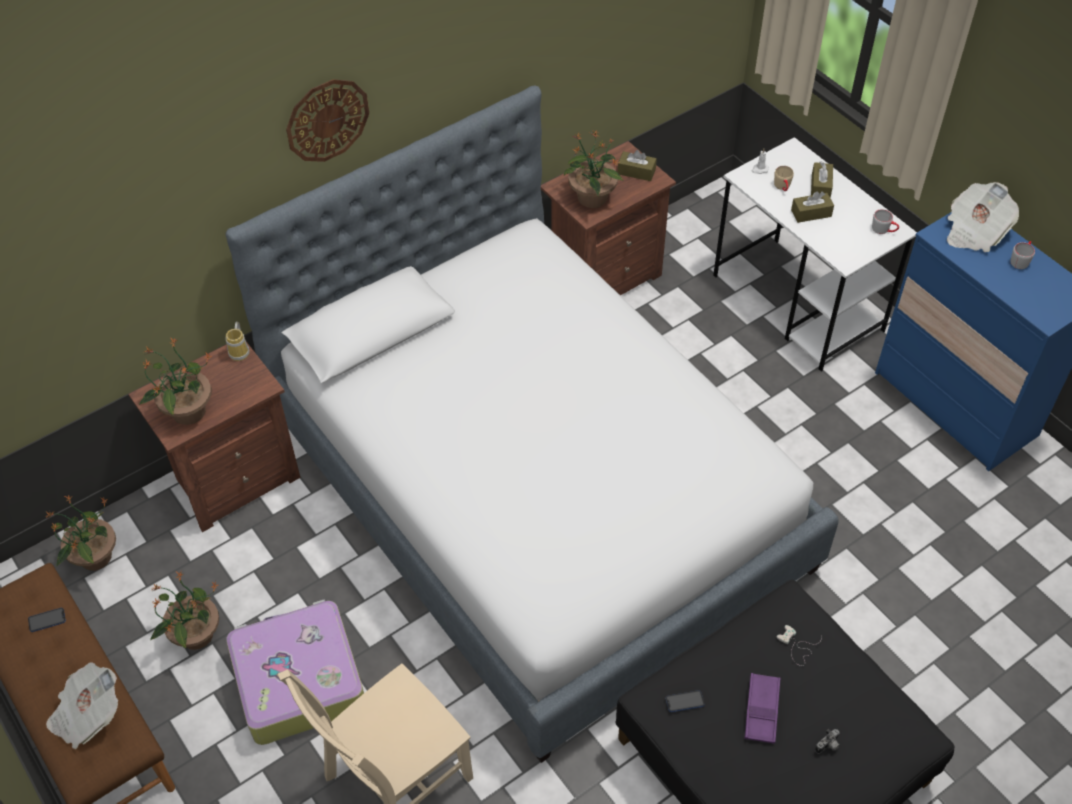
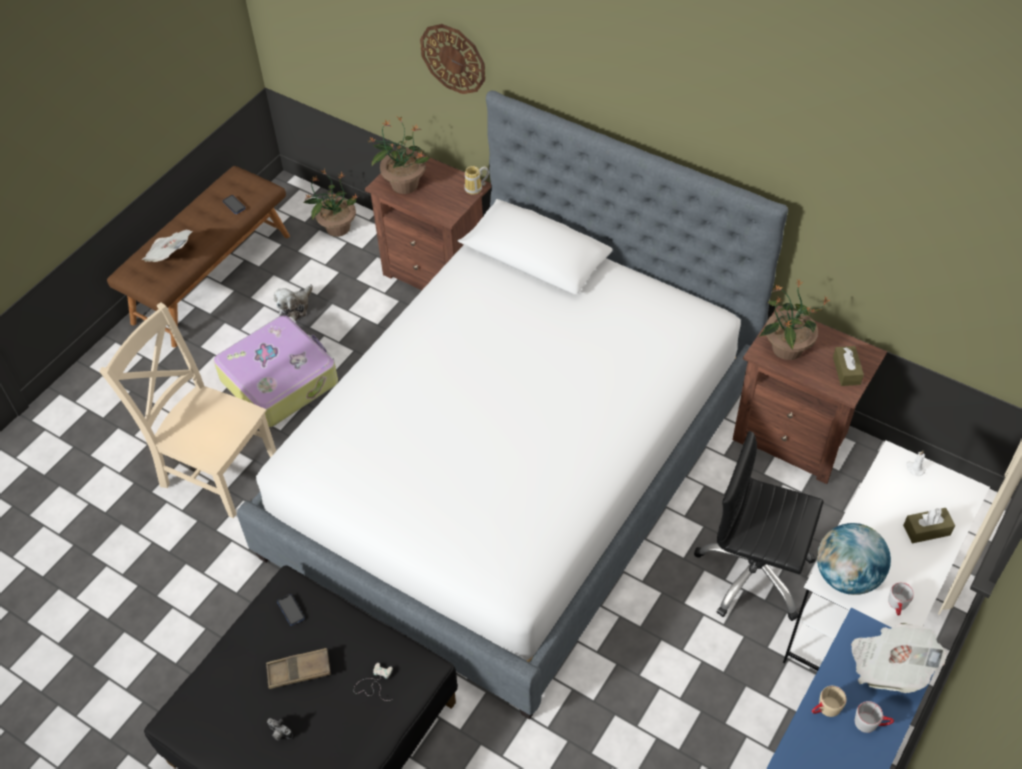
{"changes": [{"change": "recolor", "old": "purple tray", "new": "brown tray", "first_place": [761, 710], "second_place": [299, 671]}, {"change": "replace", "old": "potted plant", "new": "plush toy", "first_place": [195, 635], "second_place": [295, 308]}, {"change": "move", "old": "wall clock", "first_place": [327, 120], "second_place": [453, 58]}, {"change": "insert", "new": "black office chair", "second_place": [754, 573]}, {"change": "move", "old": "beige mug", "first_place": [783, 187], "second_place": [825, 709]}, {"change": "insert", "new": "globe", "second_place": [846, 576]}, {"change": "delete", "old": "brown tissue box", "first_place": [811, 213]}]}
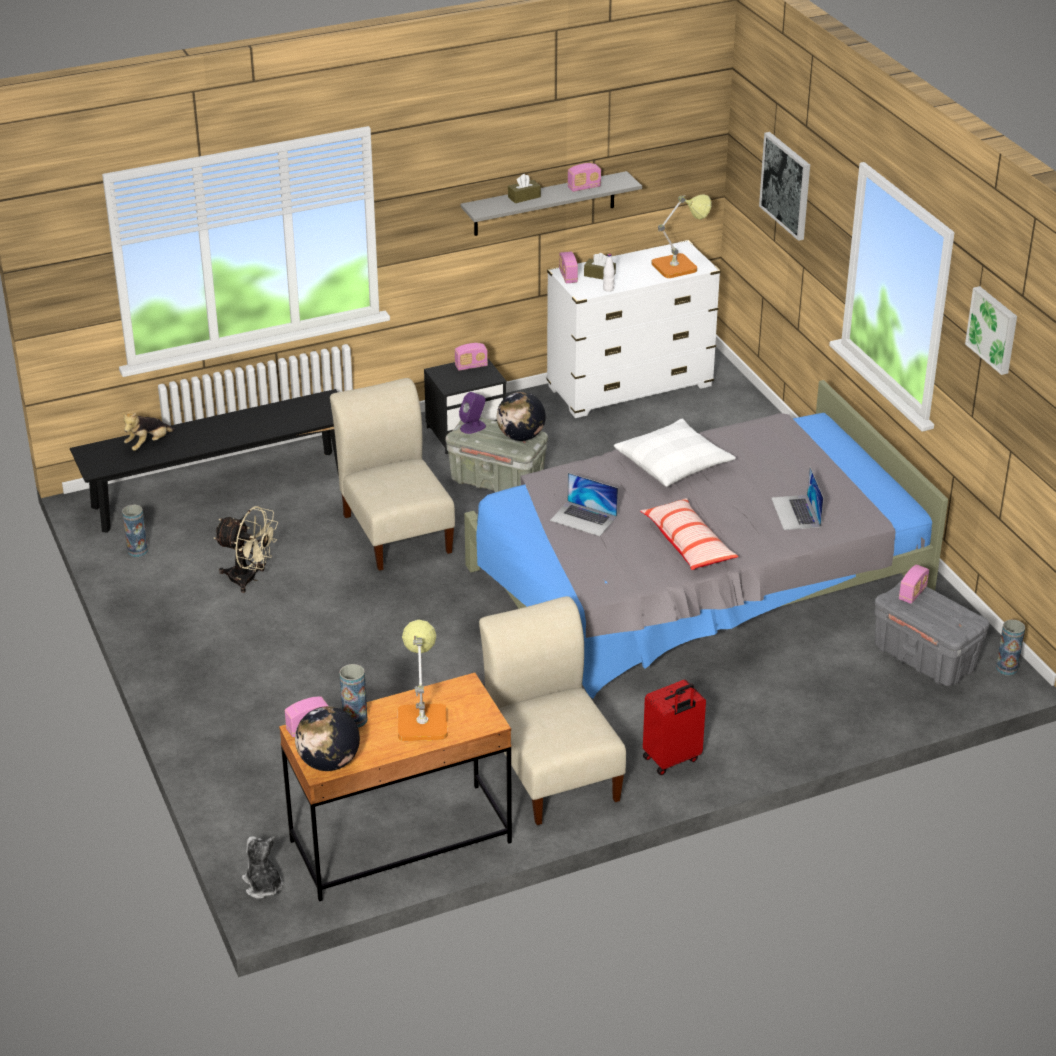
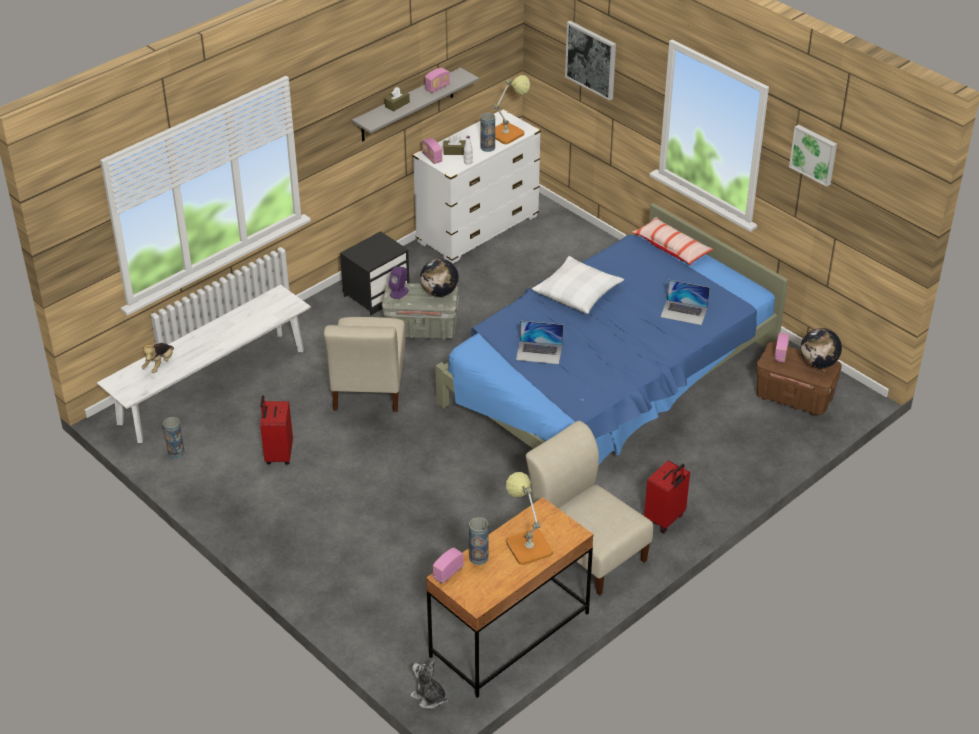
{"changes": [{"change": "recolor", "old": "black bench", "new": "white bench", "first_place": [220, 490], "second_place": [212, 386]}, {"change": "replace", "old": "beige fan", "new": "red suitcase", "first_place": [249, 579], "second_place": [278, 454]}, {"change": "rotate", "old": "beige chair", "first_place": [396, 530], "second_place": [368, 387], "degrees": -135}, {"change": "recolor", "old": "grey bed", "new": "blue bed", "first_place": [693, 584], "second_place": [608, 379]}, {"change": "move", "old": "vase", "first_place": [1006, 668], "second_place": [487, 147]}, {"change": "move", "old": "pillow", "first_place": [688, 544], "second_place": [672, 248]}, {"change": "rotate", "old": "laptop", "first_place": [796, 512], "second_place": [684, 312], "degrees": -45}, {"change": "recolor", "old": "grey storage box", "new": "brown storage box", "first_place": [924, 658], "second_place": [793, 397]}, {"change": "move", "old": "globe", "first_place": [328, 762], "second_place": [818, 363]}, {"change": "delete", "old": "radio", "first_place": [471, 366]}]}
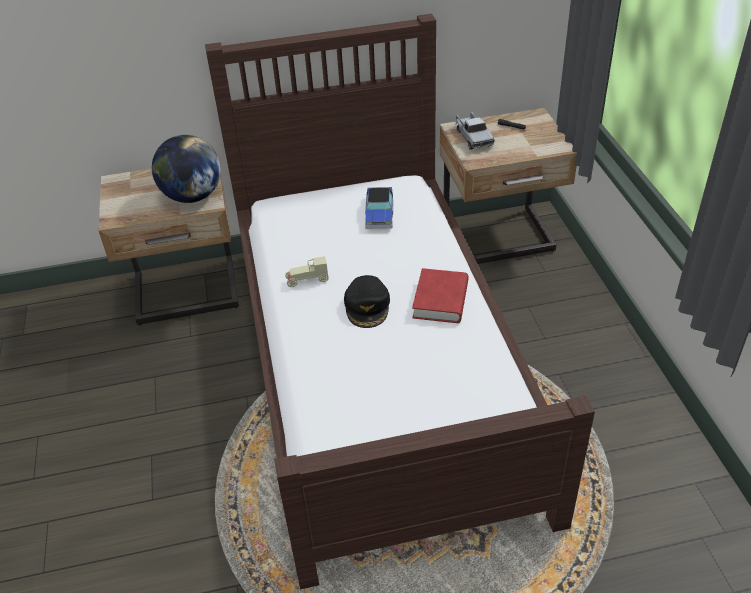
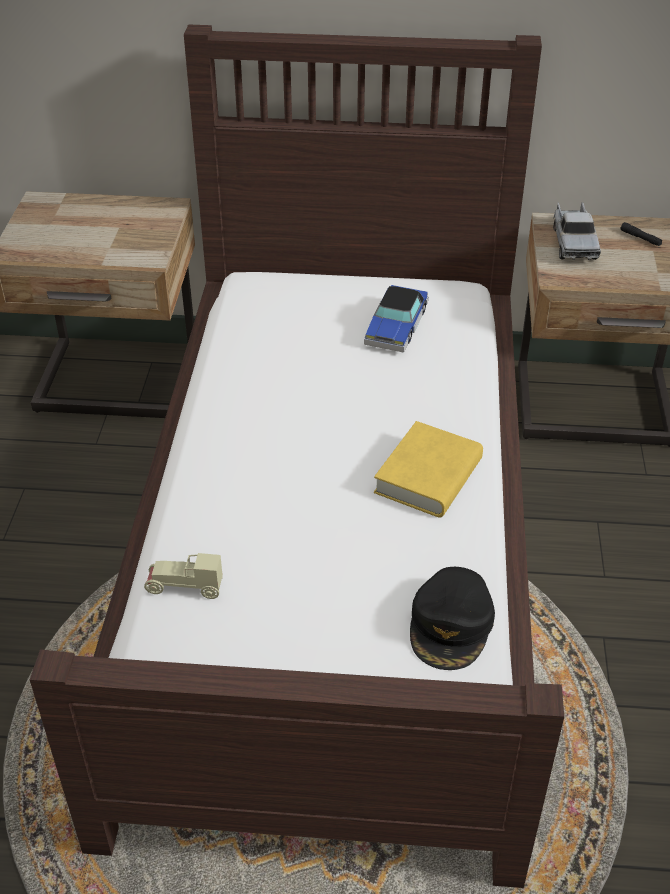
{"changes": [{"change": "move", "old": "beige toy car", "first_place": [307, 281], "second_place": [184, 588]}, {"change": "recolor", "old": "red book", "new": "yellow book", "first_place": [440, 300], "second_place": [428, 476]}, {"change": "move", "old": "black cap", "first_place": [367, 306], "second_place": [451, 625]}, {"change": "delete", "old": "globe", "first_place": [192, 196]}]}
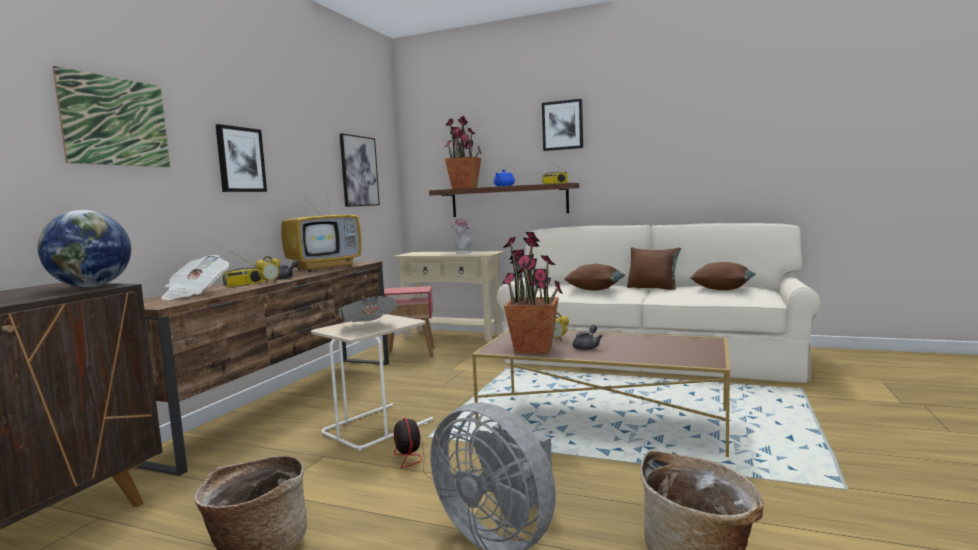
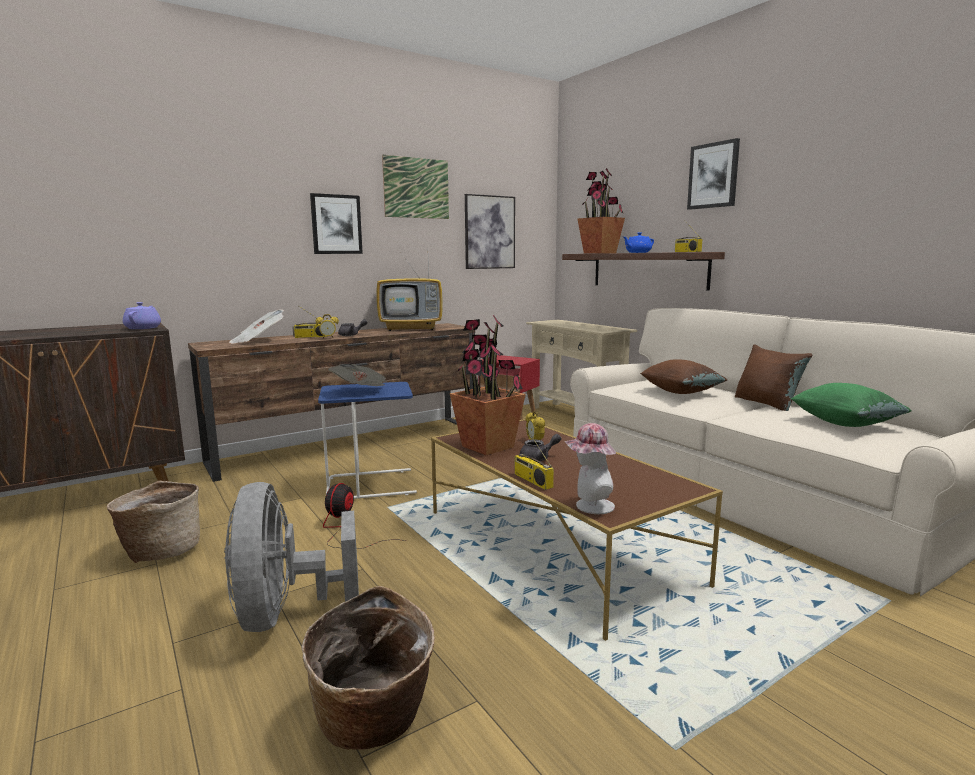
{"changes": [{"change": "replace", "old": "globe", "new": "purple teapot", "first_place": [91, 286], "second_place": [143, 328]}, {"change": "recolor", "old": "beige side table", "new": "blue side table", "first_place": [377, 426], "second_place": [372, 485]}, {"change": "move", "old": "picture", "first_place": [116, 121], "second_place": [416, 188]}, {"change": "insert", "new": "radio", "second_place": [531, 480]}, {"change": "move", "old": "hat", "first_place": [462, 253], "second_place": [590, 506]}, {"change": "recolor", "old": "brown pillow", "new": "green pillow", "first_place": [722, 289], "second_place": [845, 424]}]}
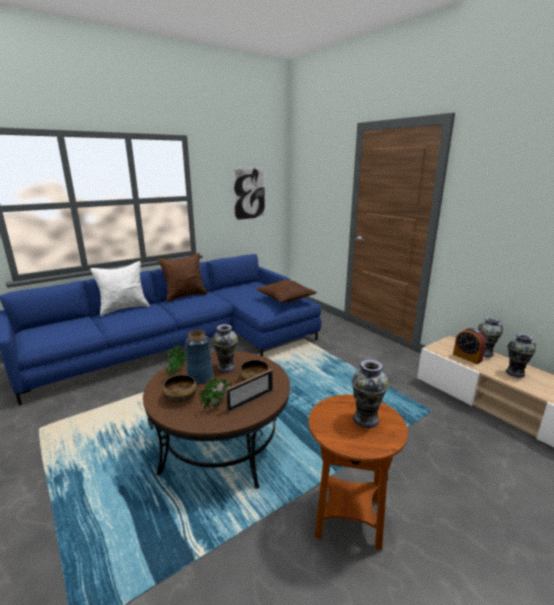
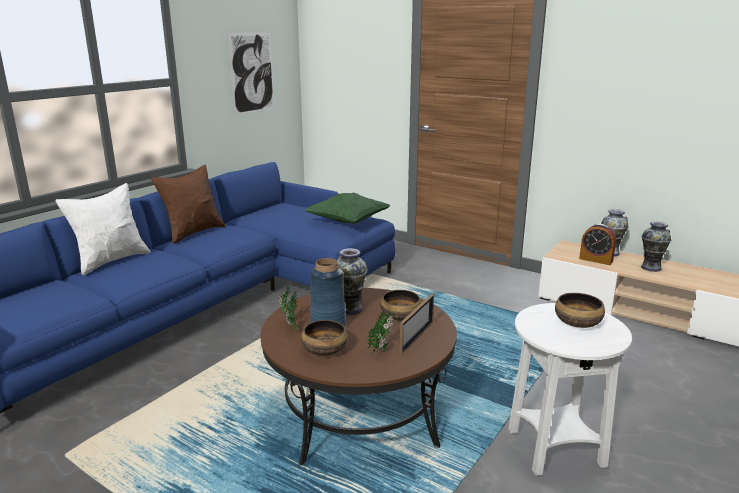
{"changes": [{"change": "recolor", "old": "brown pillow", "new": "green pillow", "first_place": [285, 300], "second_place": [347, 222]}, {"change": "recolor", "old": "brown side table", "new": "white side table", "first_place": [348, 517], "second_place": [555, 448]}, {"change": "replace", "old": "vase", "new": "bowl", "first_place": [365, 419], "second_place": [577, 323]}]}
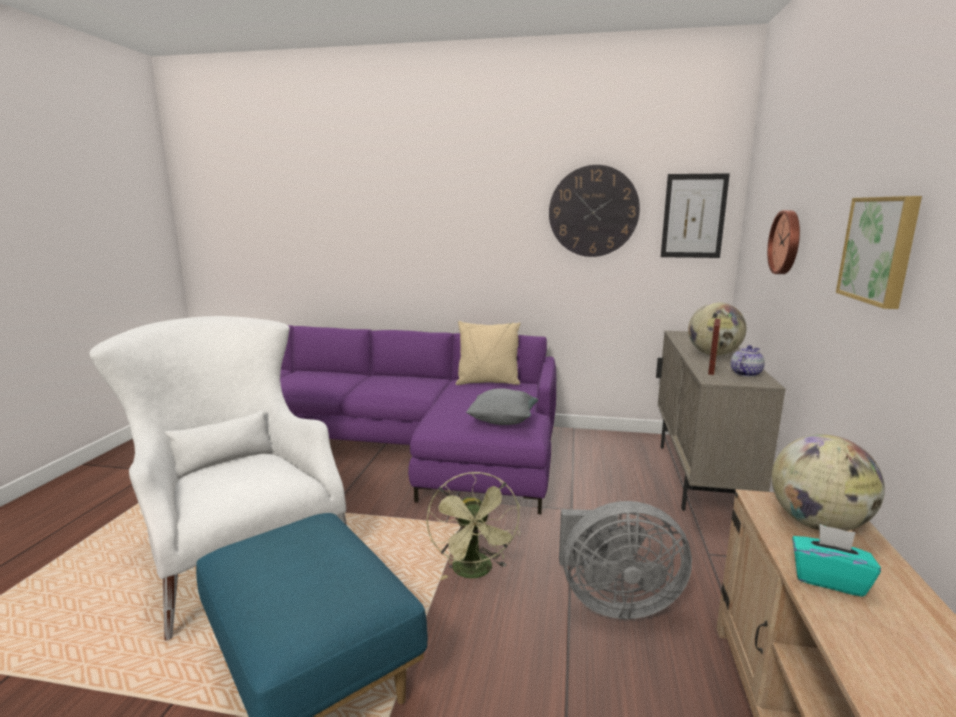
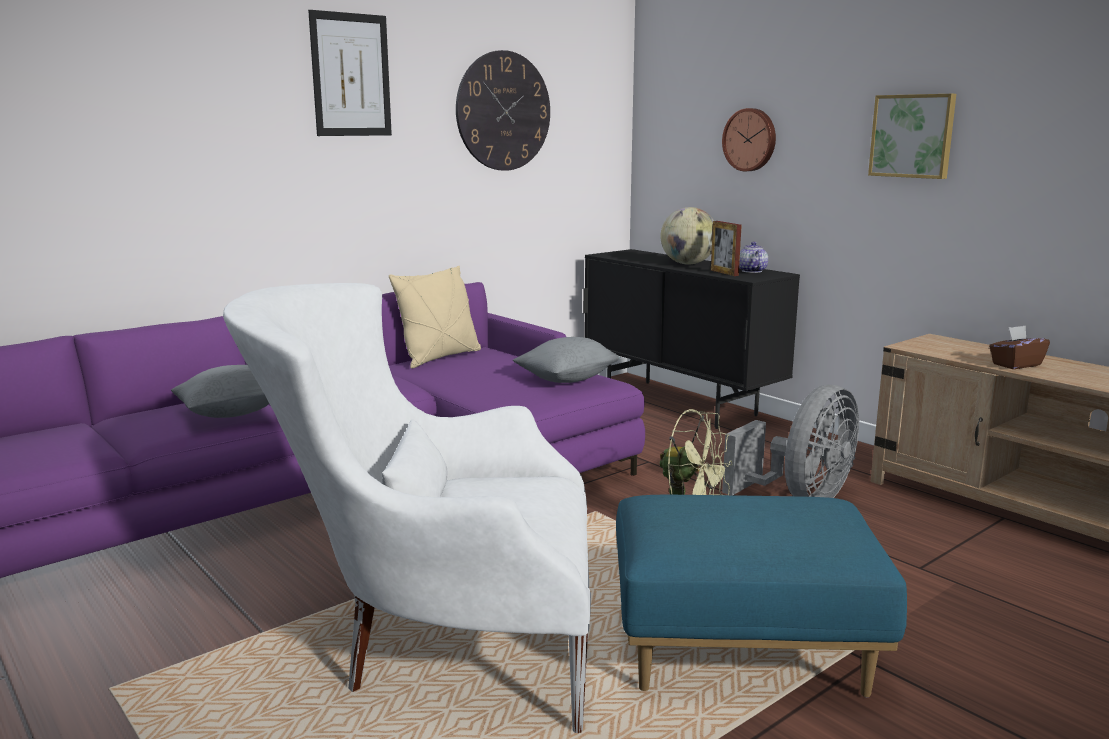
{"changes": [{"change": "insert", "new": "grey pillow", "second_place": [232, 413]}, {"change": "move", "old": "picture", "first_place": [693, 216], "second_place": [351, 75]}, {"change": "recolor", "old": "beige cabinet", "new": "black cabinet", "first_place": [699, 478], "second_place": [680, 404]}, {"change": "recolor", "old": "turquoise tissue box", "new": "brown tissue box", "first_place": [828, 579], "second_place": [1016, 365]}, {"change": "delete", "old": "globe", "first_place": [818, 524]}]}
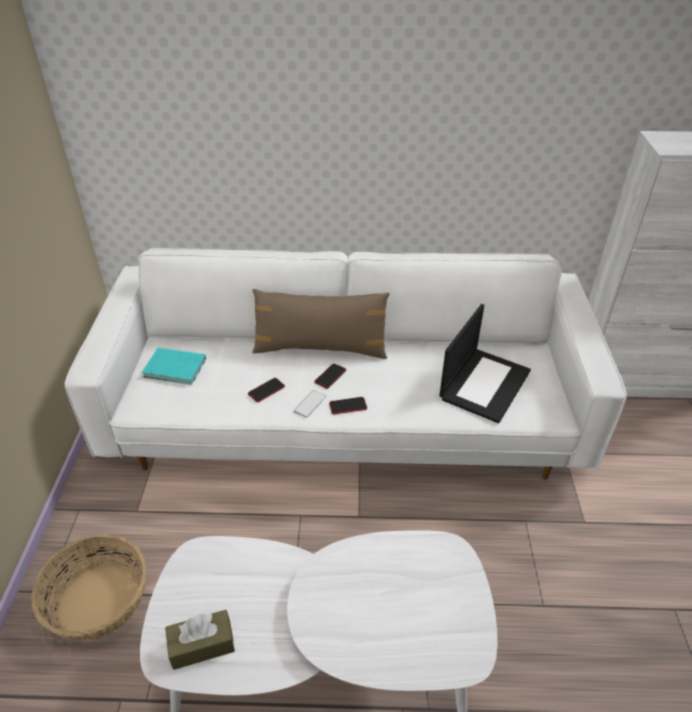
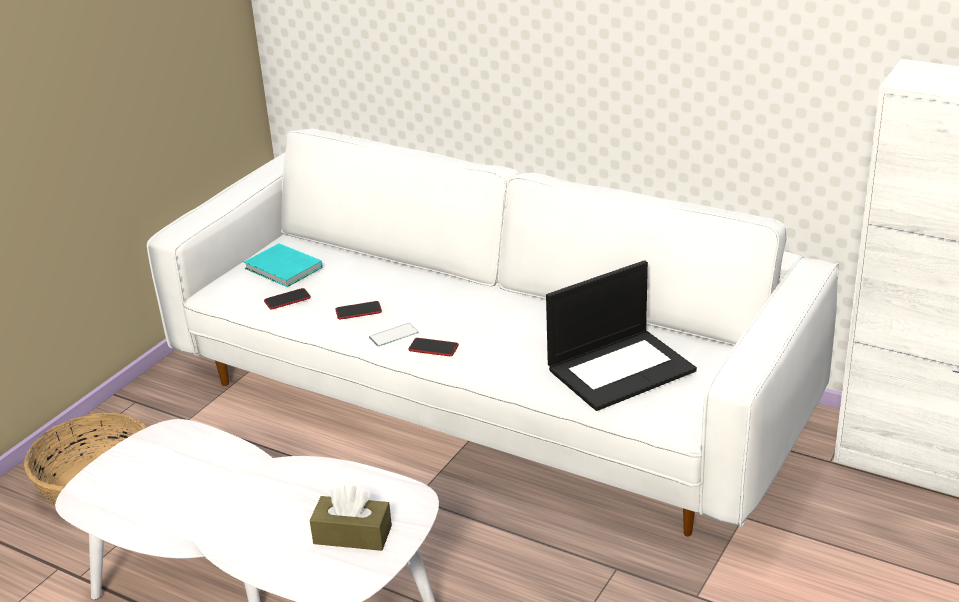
{"changes": [{"change": "move", "old": "phone", "first_place": [330, 376], "second_place": [287, 300]}, {"change": "move", "old": "brown tissue box", "first_place": [202, 645], "second_place": [352, 535]}, {"change": "delete", "old": "brown pillow", "first_place": [320, 348]}]}
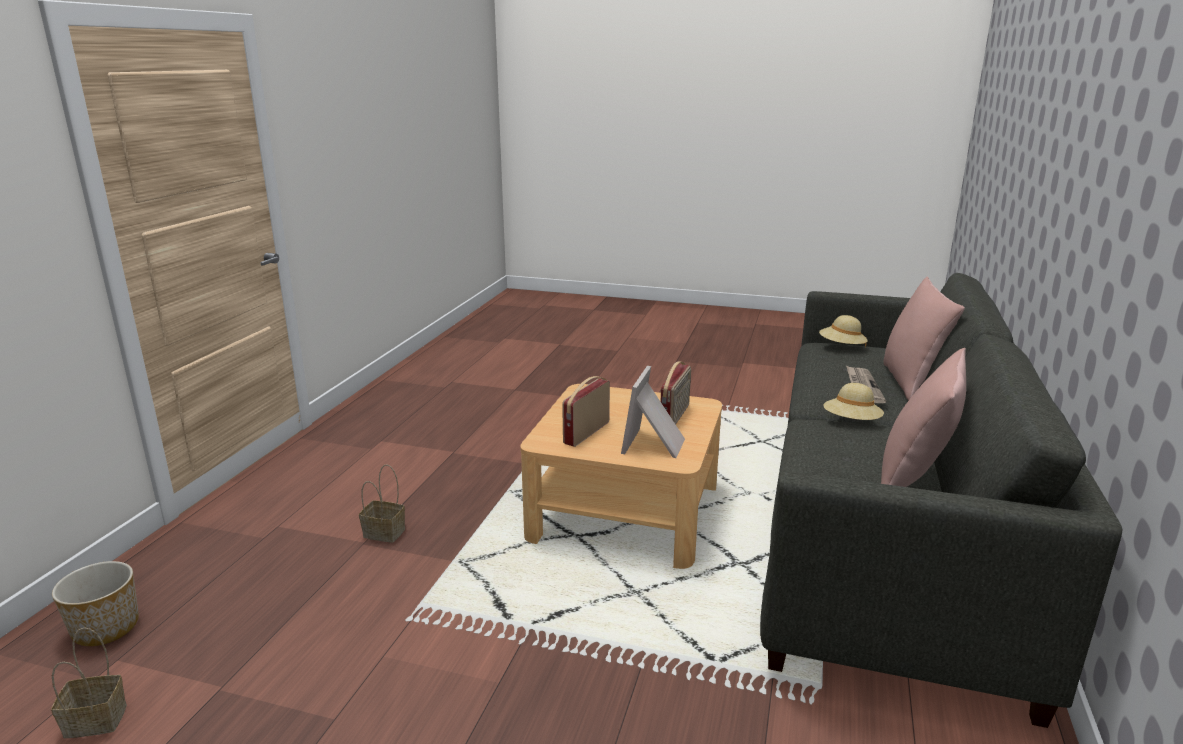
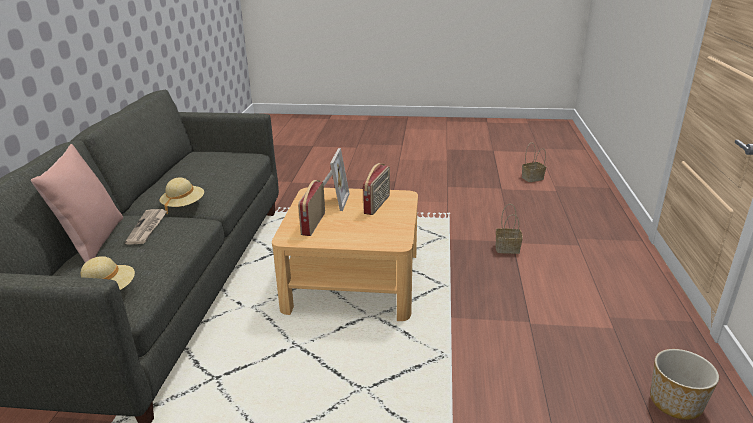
{"changes": [{"change": "move", "old": "planter", "first_place": [107, 627], "second_place": [676, 403]}, {"change": "delete", "old": "pink pillow", "first_place": [914, 482]}]}
